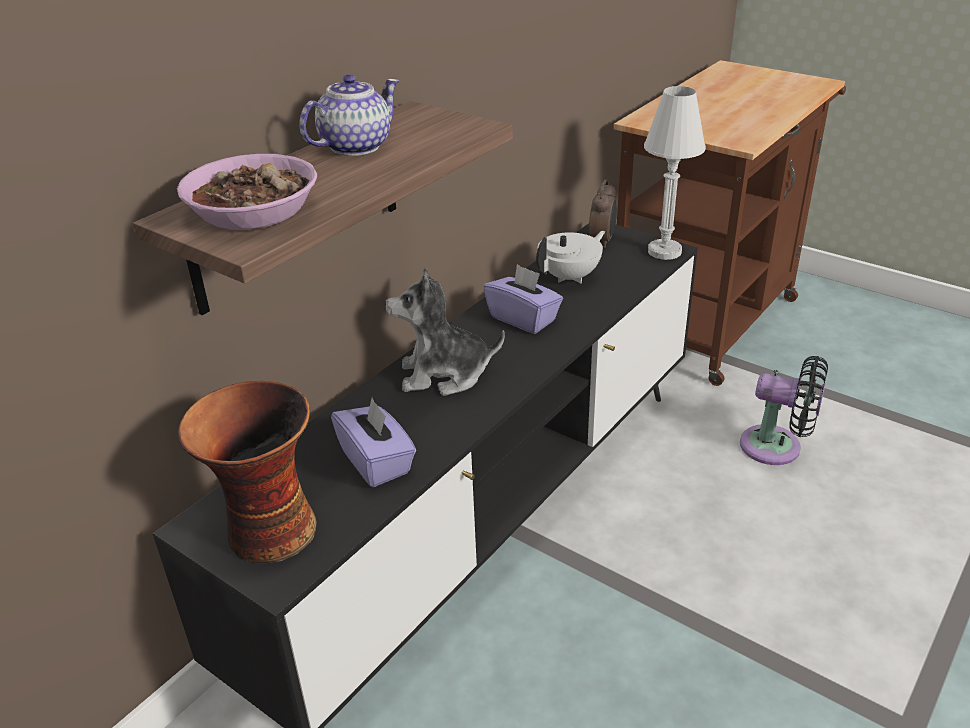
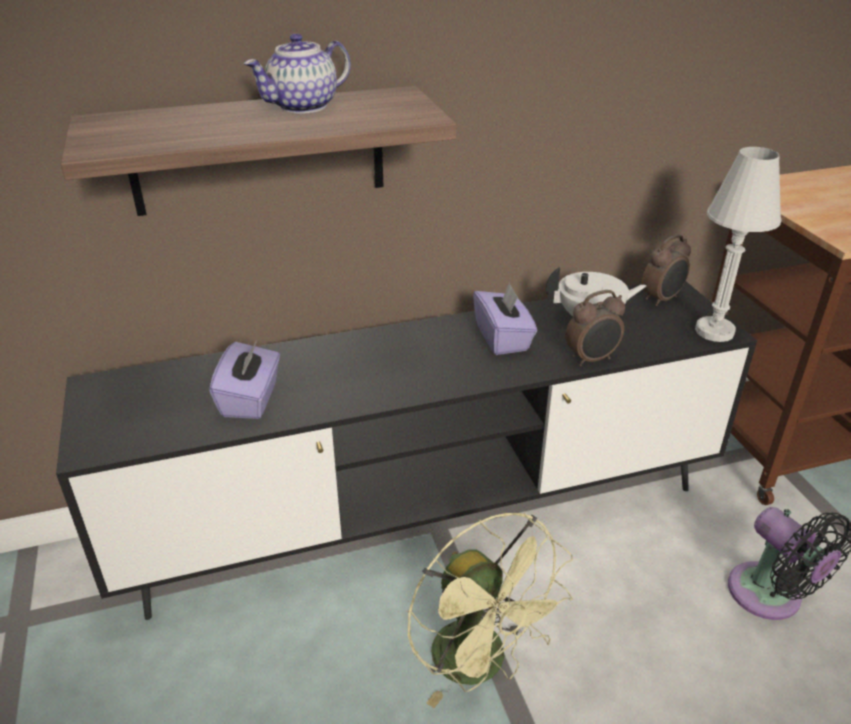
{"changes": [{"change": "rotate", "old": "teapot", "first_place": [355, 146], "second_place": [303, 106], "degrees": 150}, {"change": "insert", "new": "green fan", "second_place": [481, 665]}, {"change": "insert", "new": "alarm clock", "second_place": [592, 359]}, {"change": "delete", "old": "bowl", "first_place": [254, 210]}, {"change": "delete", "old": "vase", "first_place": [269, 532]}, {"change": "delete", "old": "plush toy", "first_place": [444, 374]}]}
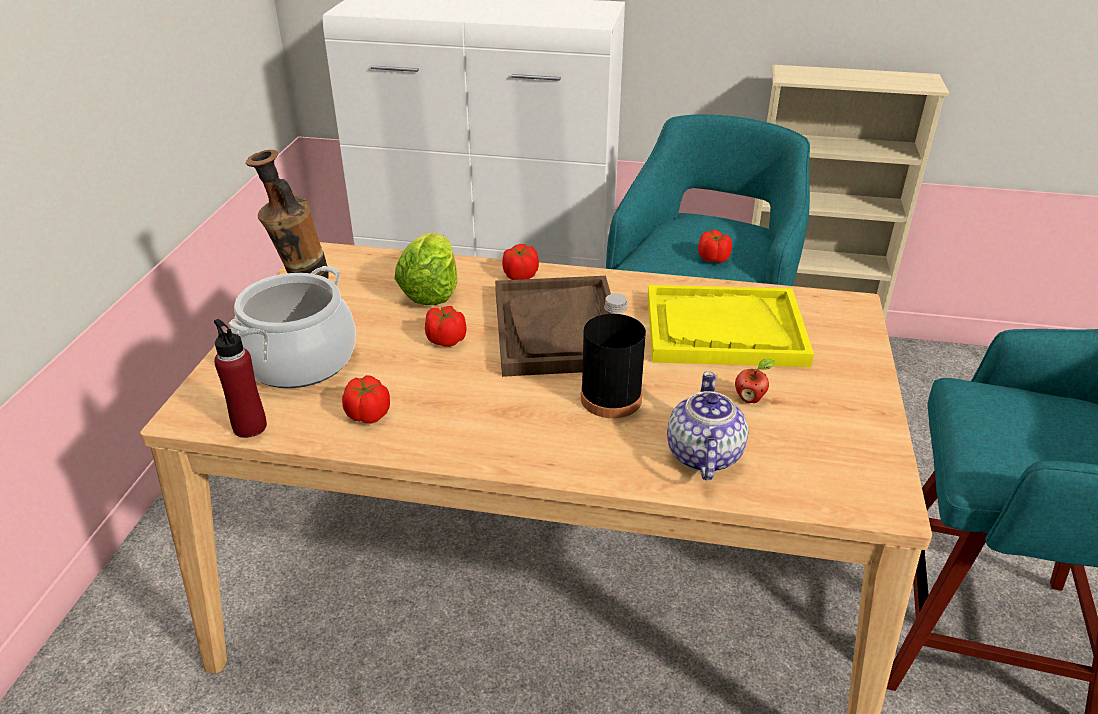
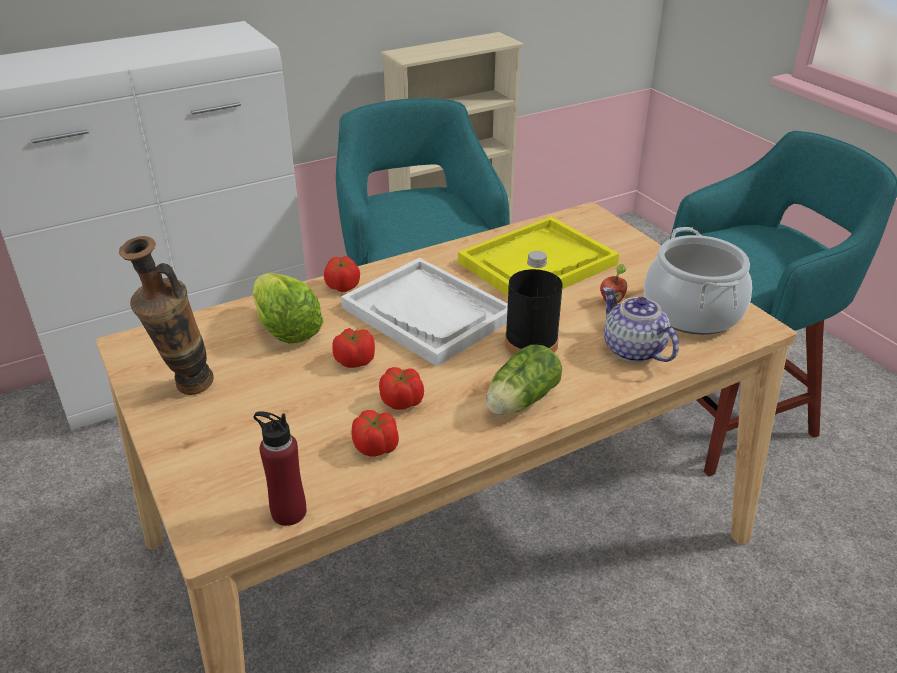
{"changes": [{"change": "recolor", "old": "brown tray", "new": "white tray", "first_place": [557, 329], "second_place": [428, 313]}, {"change": "move", "old": "tomato", "first_place": [713, 258], "second_place": [402, 401]}, {"change": "insert", "new": "lettuce", "second_place": [519, 402]}, {"change": "move", "old": "cooking pot", "first_place": [300, 360], "second_place": [692, 311]}]}
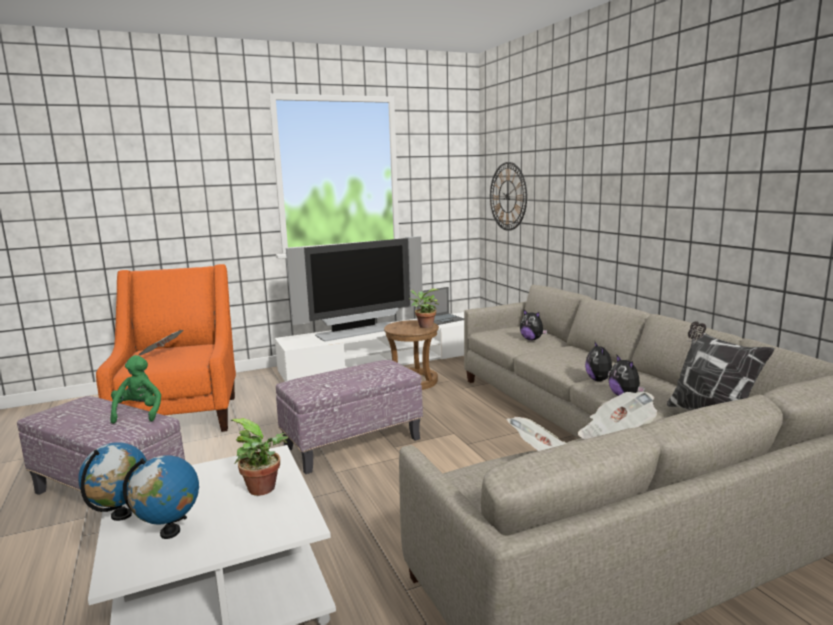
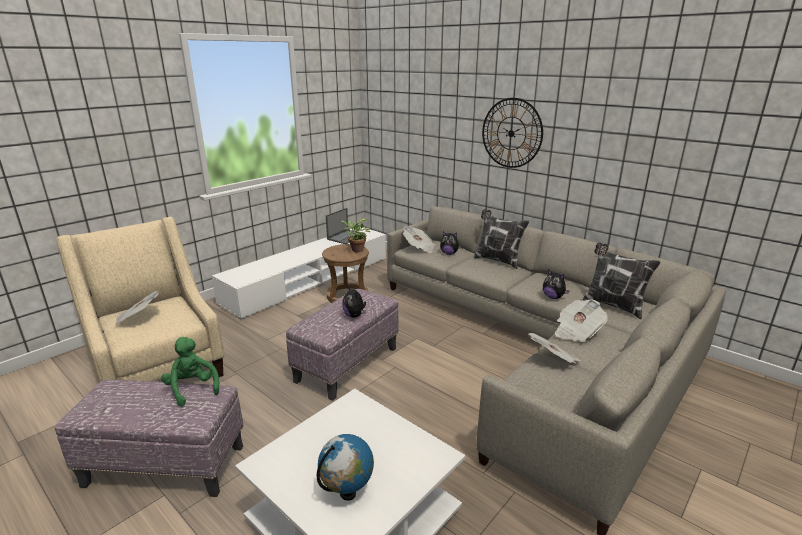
{"changes": [{"change": "recolor", "old": "orange armchair", "new": "beige armchair", "first_place": [181, 414], "second_place": [159, 368]}, {"change": "move", "old": "plush toy", "first_place": [600, 380], "second_place": [355, 316]}, {"change": "insert", "new": "newspaper", "second_place": [419, 248]}, {"change": "insert", "new": "pillow", "second_place": [497, 260]}, {"change": "move", "old": "wall clock", "first_place": [507, 196], "second_place": [511, 133]}, {"change": "delete", "old": "globe", "first_place": [121, 515]}, {"change": "delete", "old": "potted plant", "first_place": [265, 489]}, {"change": "delete", "old": "television", "first_place": [359, 332]}]}
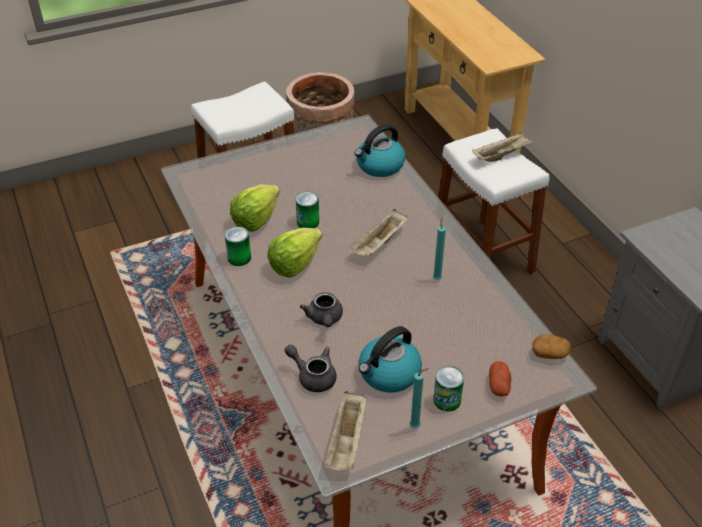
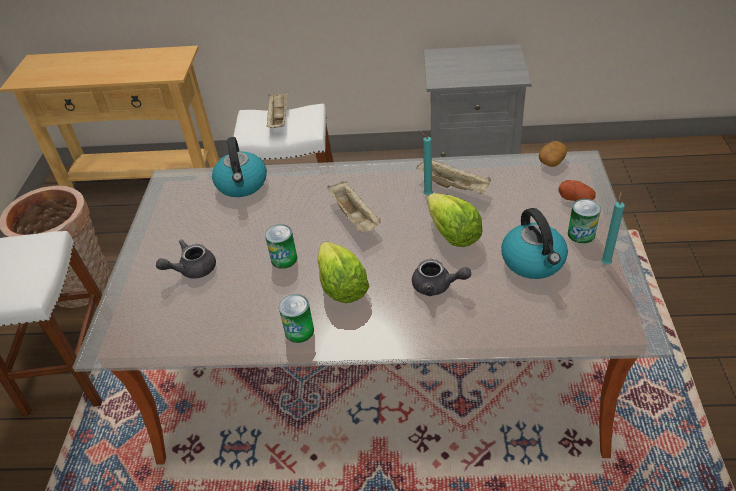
{"changes": [{"change": "move", "old": "grey teapot", "first_place": [313, 376], "second_place": [192, 269]}, {"change": "move", "old": "beige tray", "first_place": [347, 441], "second_place": [454, 186]}, {"change": "move", "old": "lettuce", "first_place": [256, 220], "second_place": [452, 234]}]}
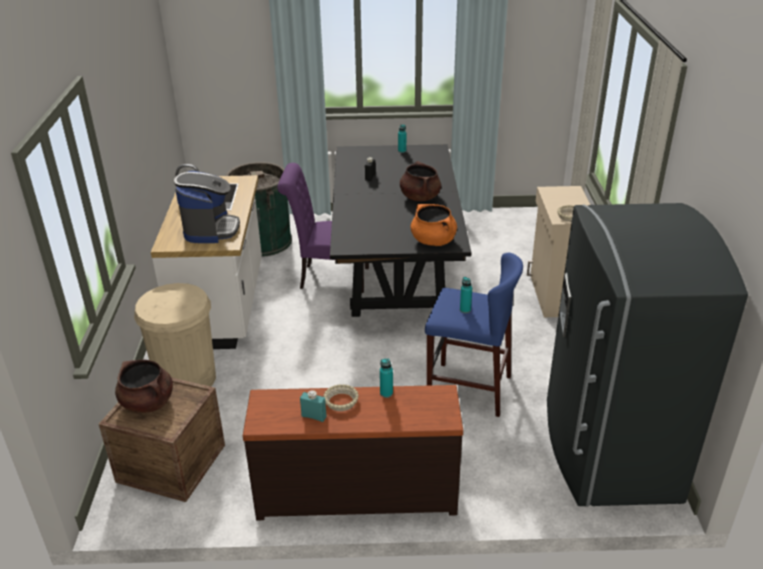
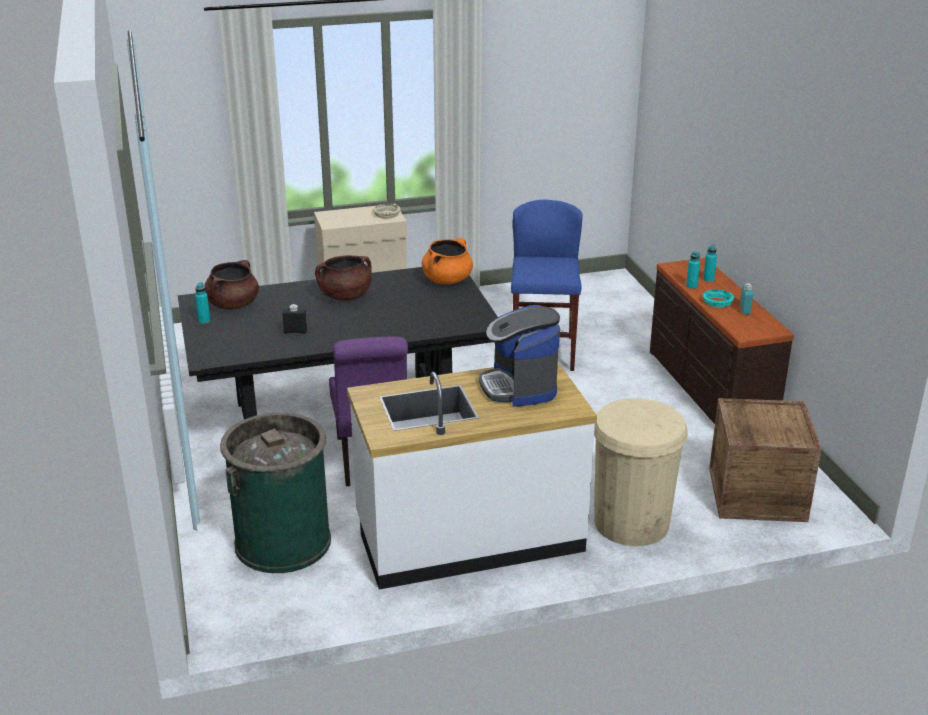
{"changes": [{"change": "move", "old": "brown cooking pot", "first_place": [148, 402], "second_place": [233, 305]}, {"change": "rotate", "old": "coffee machine", "first_place": [210, 229], "second_place": [519, 387], "degrees": -90}, {"change": "recolor", "old": "beige bowl", "new": "turquoise bowl", "first_place": [340, 401], "second_place": [718, 302]}, {"change": "move", "old": "turquoise bottle", "first_place": [465, 310], "second_place": [708, 279]}, {"change": "delete", "old": "grey fridge", "first_place": [607, 450]}]}
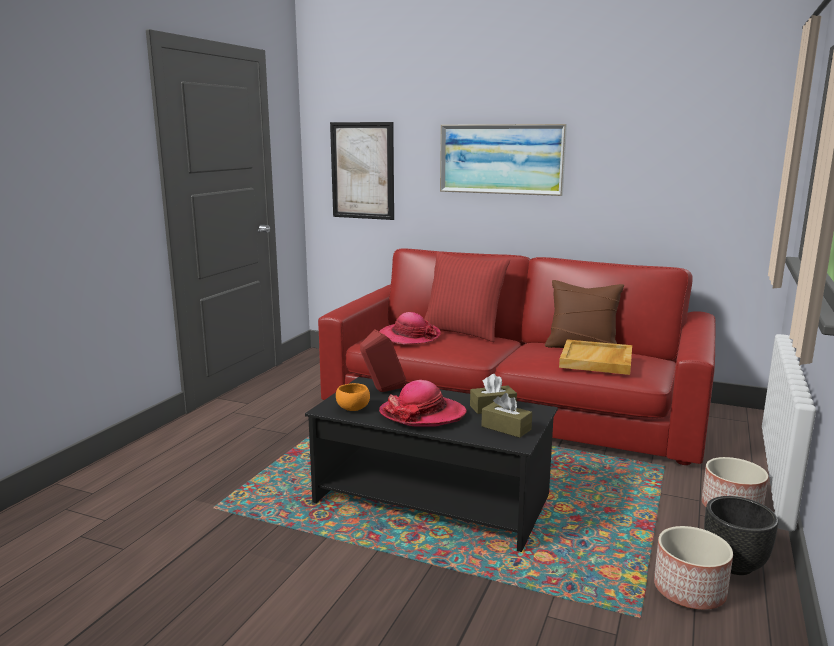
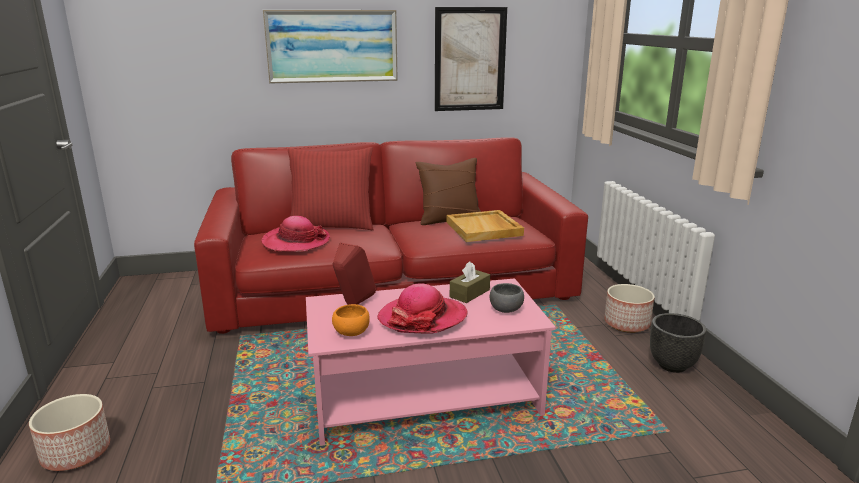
{"changes": [{"change": "move", "old": "planter", "first_place": [688, 590], "second_place": [75, 452]}, {"change": "recolor", "old": "black coffee table", "new": "pink coffee table", "first_place": [433, 499], "second_place": [426, 397]}, {"change": "move", "old": "picture", "first_place": [362, 171], "second_place": [470, 59]}, {"change": "replace", "old": "brown tissue box", "new": "grey bowl", "first_place": [506, 428], "second_place": [506, 309]}]}
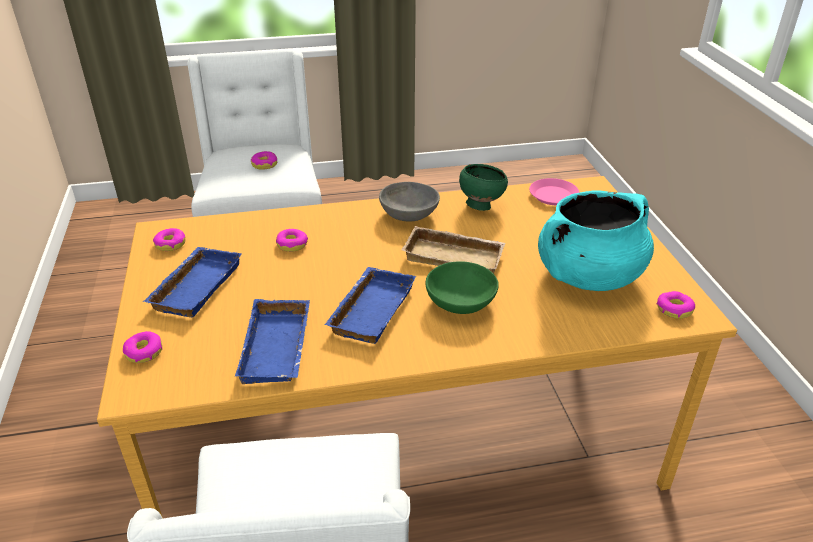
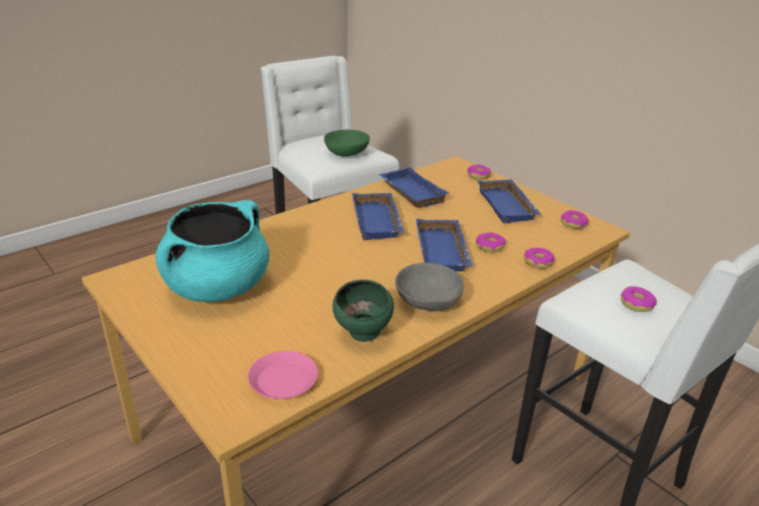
{"changes": [{"change": "move", "old": "green bowl", "first_place": [461, 303], "second_place": [346, 152]}, {"change": "insert", "new": "blue tray", "second_place": [444, 252]}, {"change": "move", "old": "donut", "first_place": [674, 309], "second_place": [538, 262]}, {"change": "delete", "old": "beige tray", "first_place": [455, 256]}]}
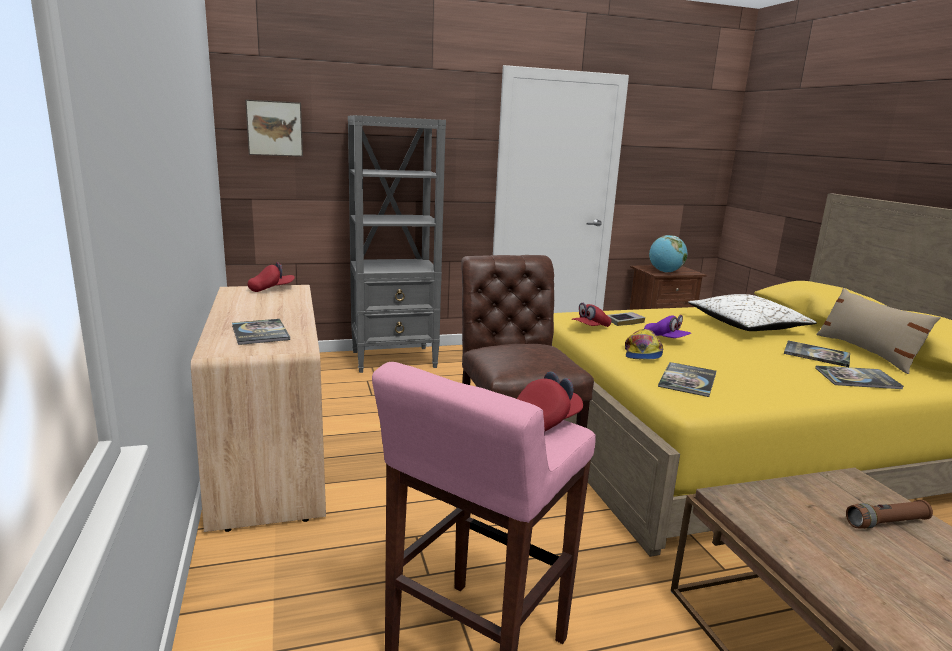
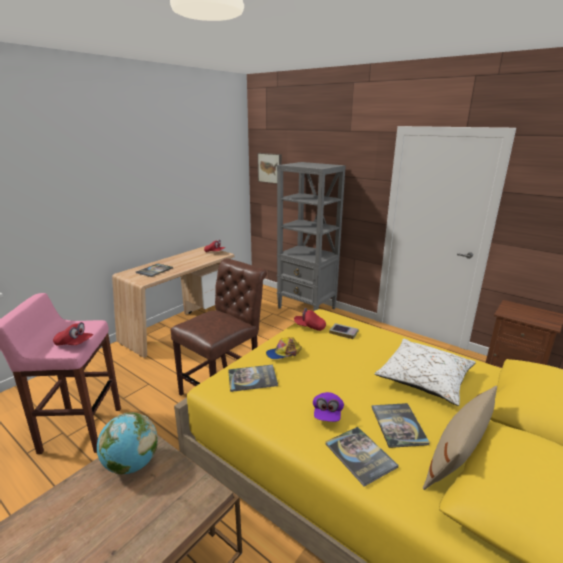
{"changes": [{"change": "move", "old": "globe", "first_place": [665, 272], "second_place": [131, 464]}, {"change": "move", "old": "purple cap", "first_place": [665, 339], "second_place": [327, 414]}, {"change": "delete", "old": "brown flashlight", "first_place": [886, 523]}]}
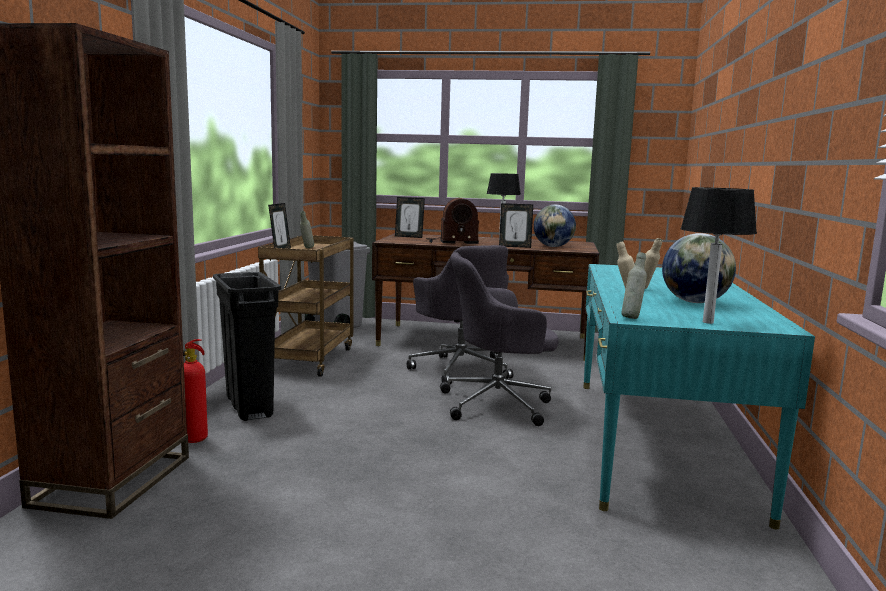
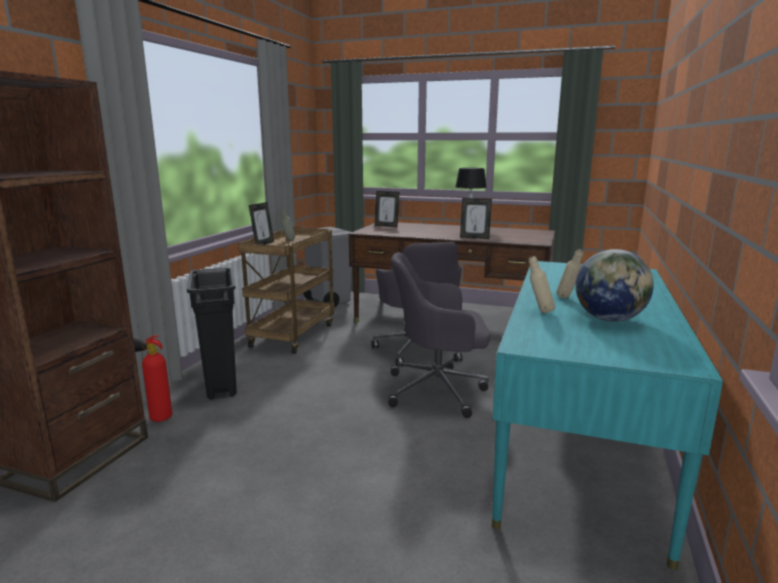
{"changes": [{"change": "delete", "old": "radio", "first_place": [451, 242]}, {"change": "delete", "old": "globe", "first_place": [553, 246]}, {"change": "delete", "old": "grey bottle", "first_place": [632, 317]}, {"change": "delete", "old": "table lamp", "first_place": [709, 322]}]}
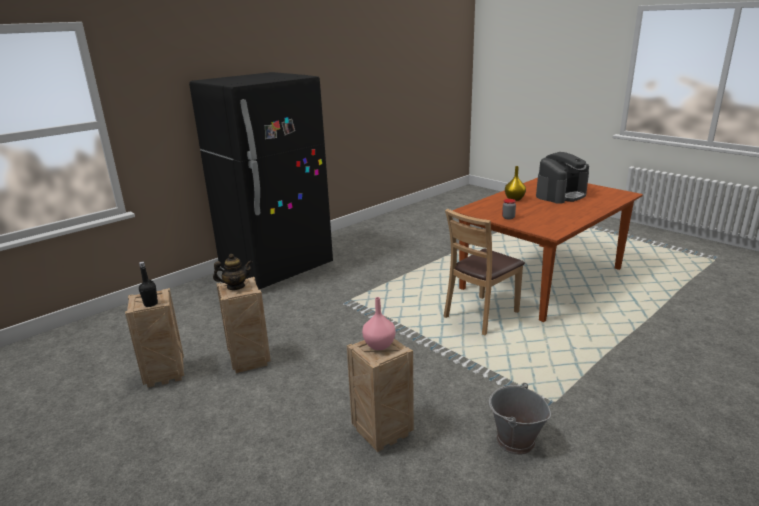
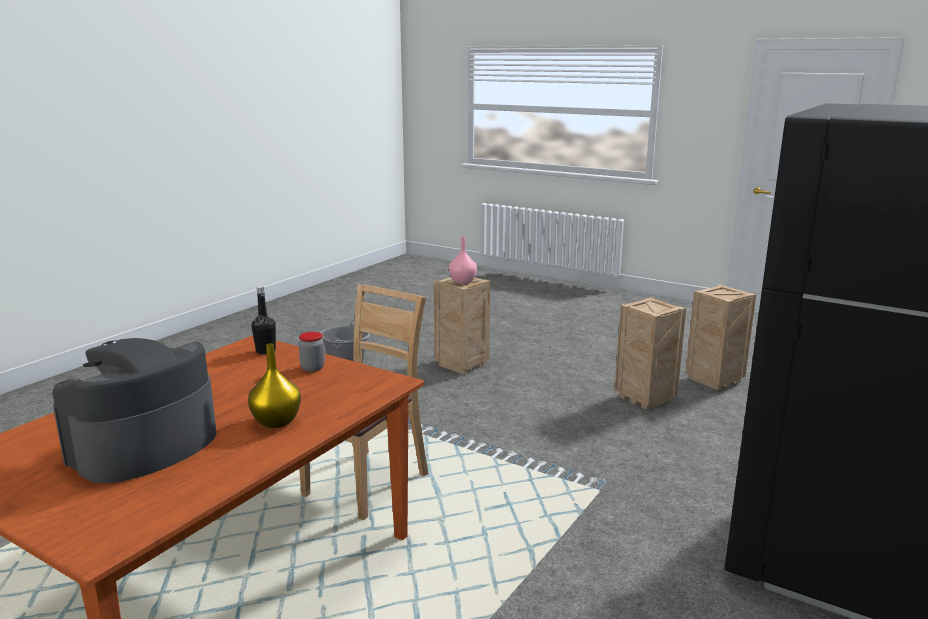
{"changes": [{"change": "move", "old": "black bottle", "first_place": [151, 304], "second_place": [265, 351]}, {"change": "delete", "old": "teapot", "first_place": [235, 286]}]}
